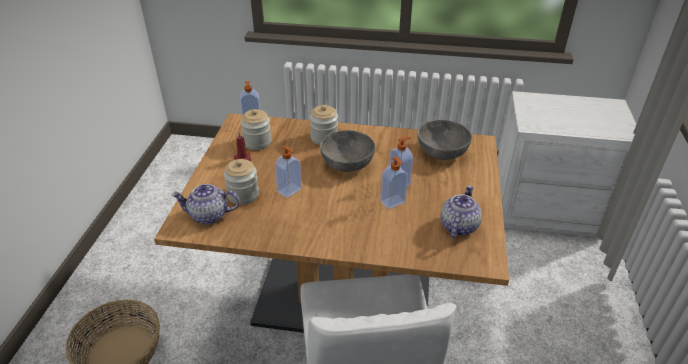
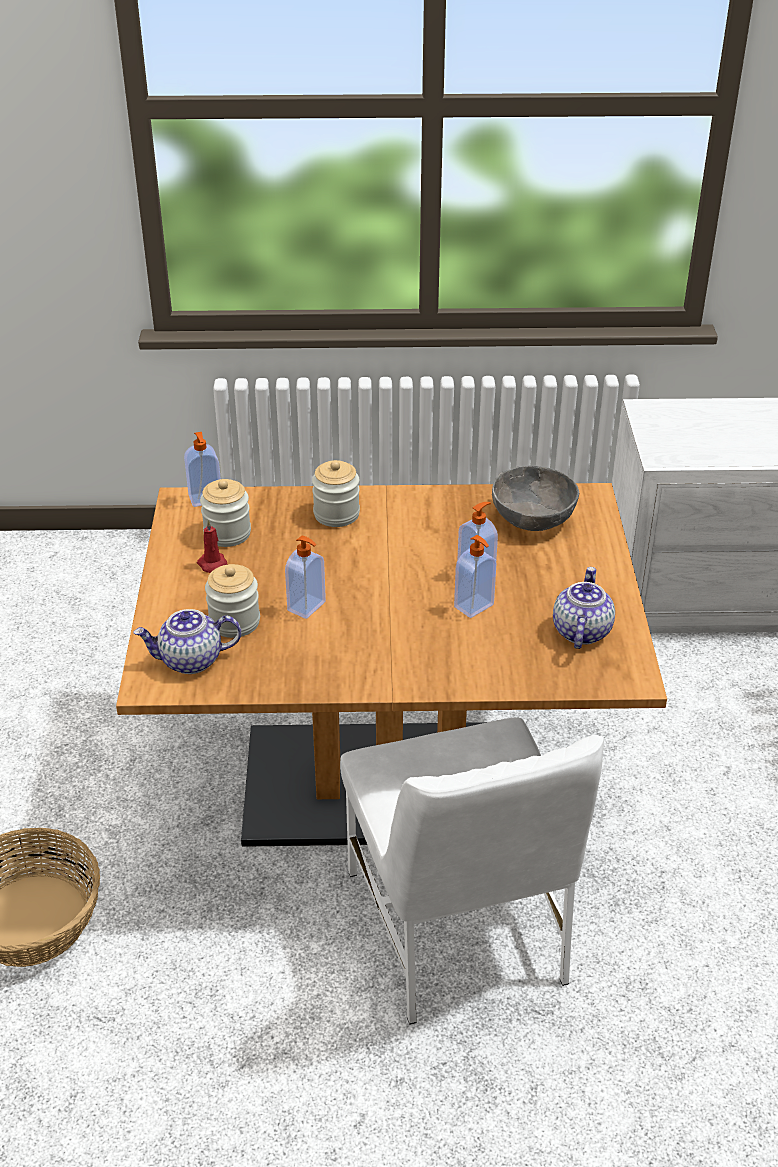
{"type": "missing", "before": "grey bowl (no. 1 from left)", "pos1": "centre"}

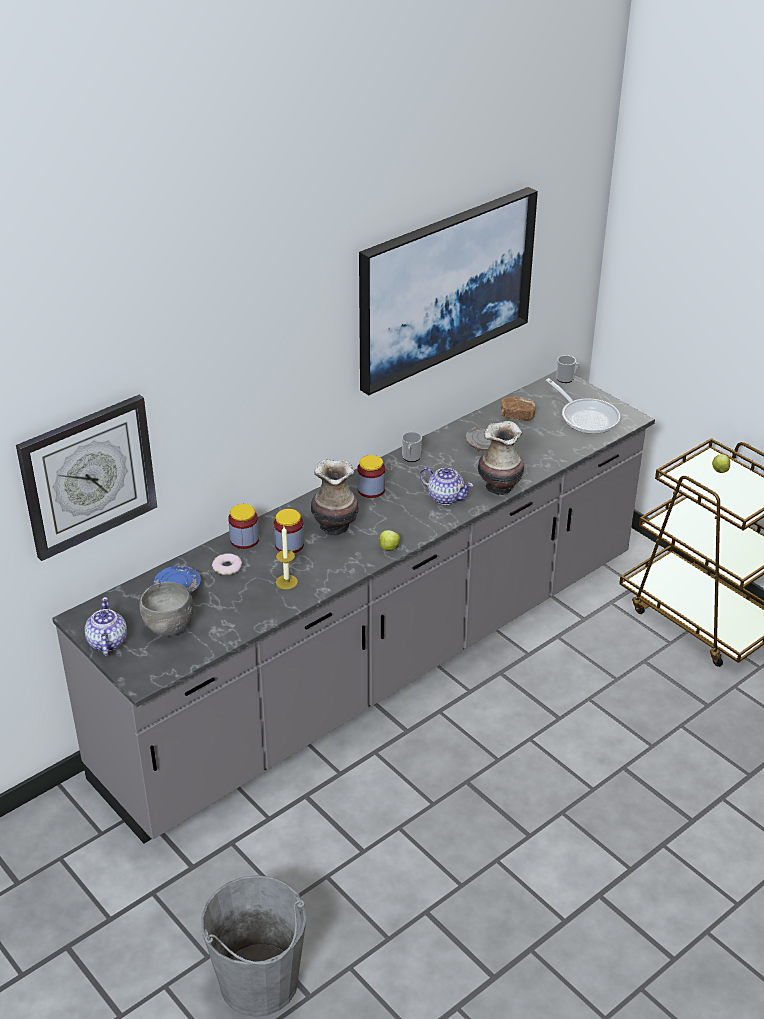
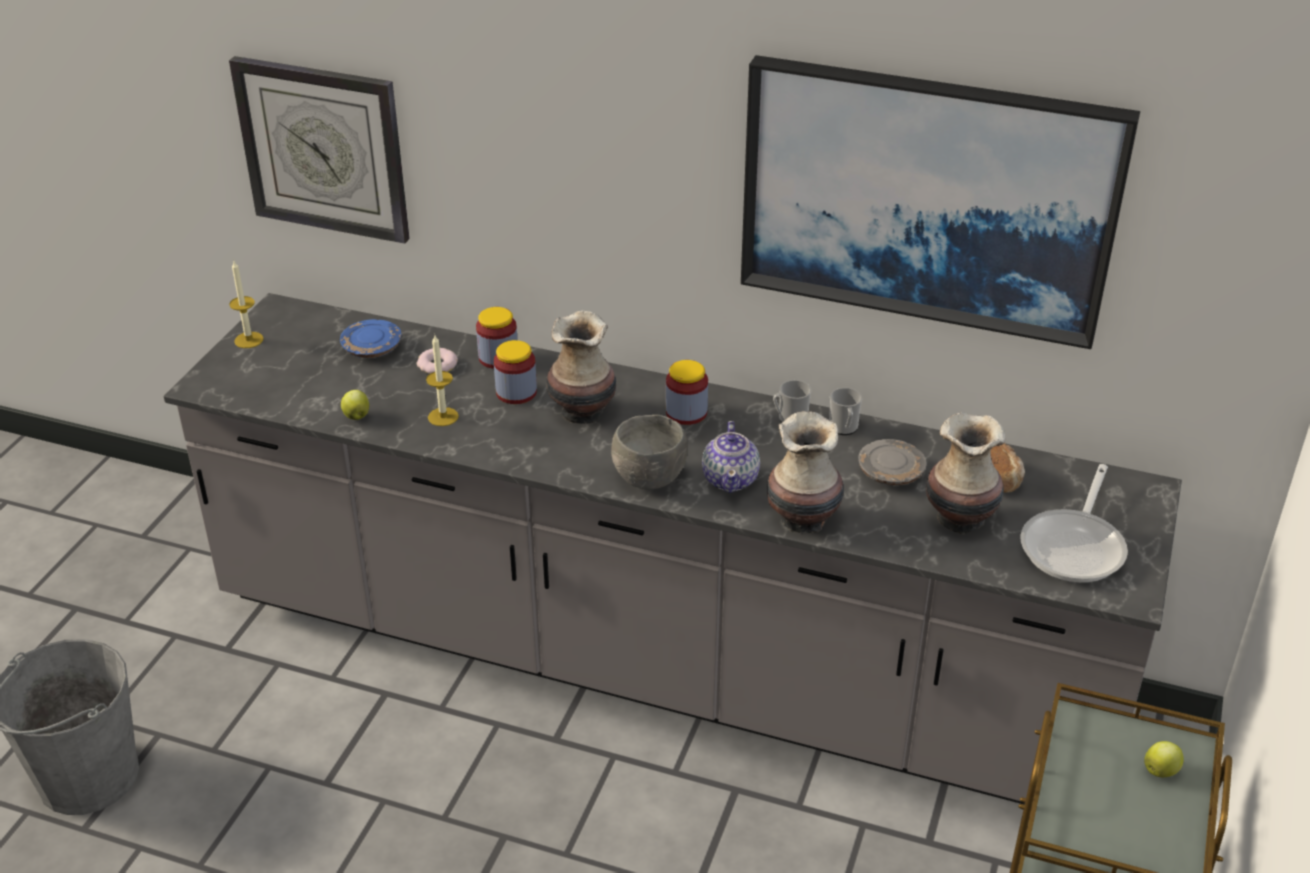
{"type": "exchanged", "before": "teapot (no. 1 from left)", "after": "candle (no. 1 from left)", "pos1": "middle left", "pos2": "middle left"}
{"type": "relocated", "before": "apple (no. 1 from left)", "pos1": "centre", "pos2": "middle left"}
{"type": "relocated", "before": "grey bowl", "pos1": "middle left", "pos2": "centre"}
{"type": "relocated", "before": "mug (no. 2 from left)", "pos1": "middle right", "pos2": "centre"}
{"type": "appeared", "after": "vase (no. 3 from left)", "pos2": "middle right"}

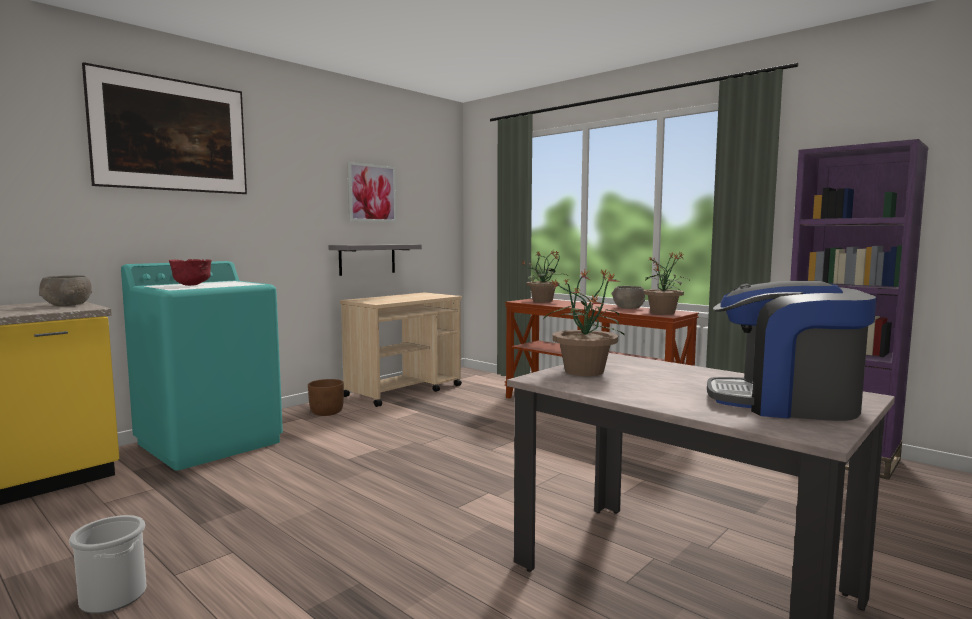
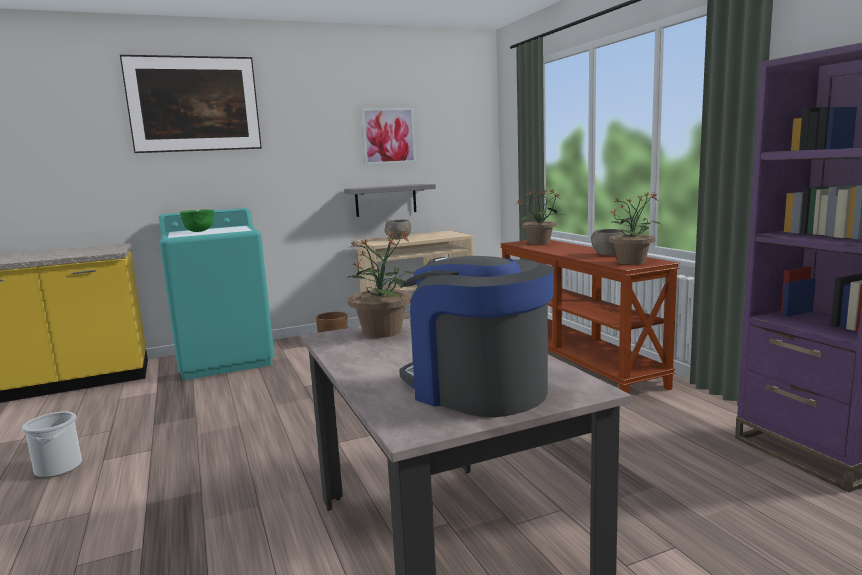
{"type": "colour", "before": "red bowl", "after": "green bowl", "pos1": "middle left", "pos2": "middle left"}
{"type": "relocated", "before": "grey bowl (no. 1 from left)", "pos1": "middle left", "pos2": "centre"}

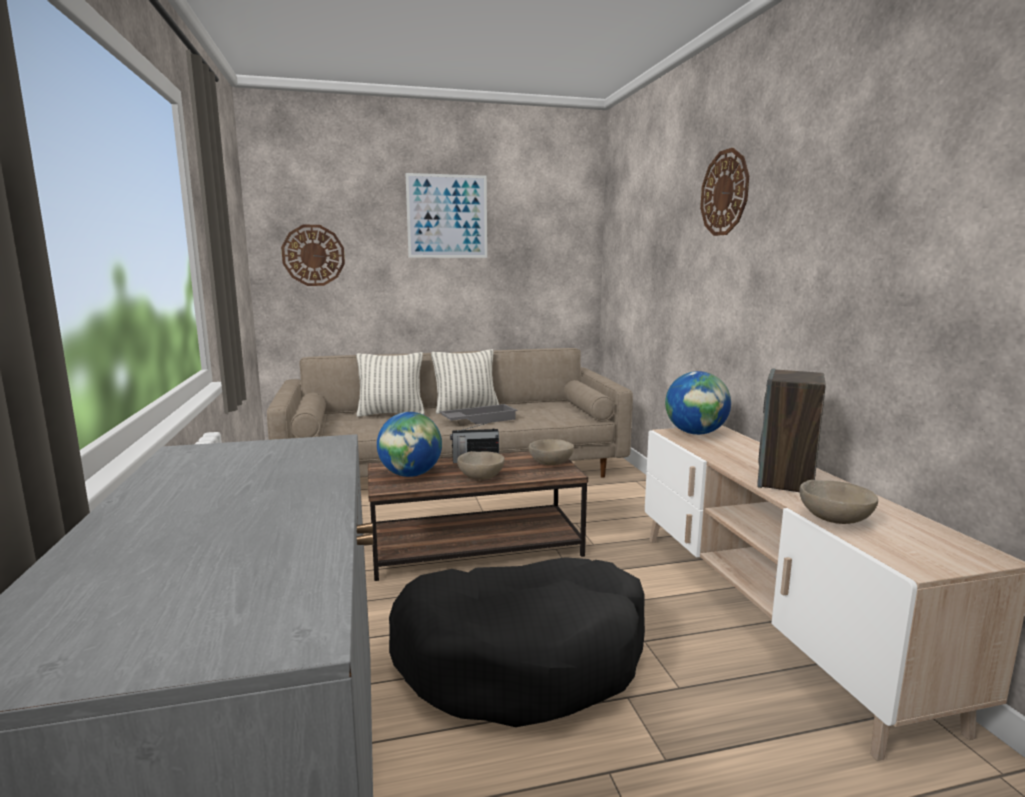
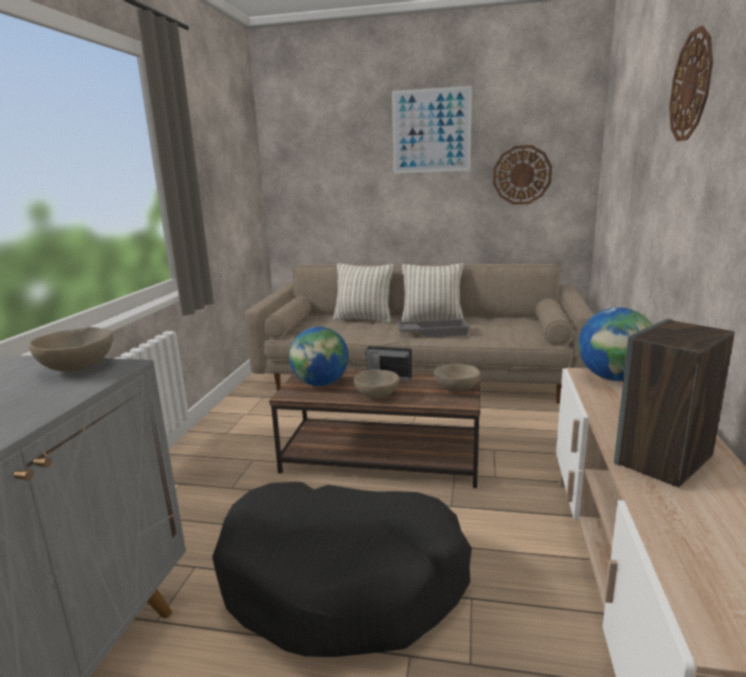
{"type": "relocated", "before": "beige bowl (no. 3 from left in the first image)", "after": "beige bowl (no. 1 from left)", "pos1": "middle right", "pos2": "middle left"}
{"type": "relocated", "before": "wall clock (no. 1 from left)", "pos1": "top left", "pos2": "top right"}

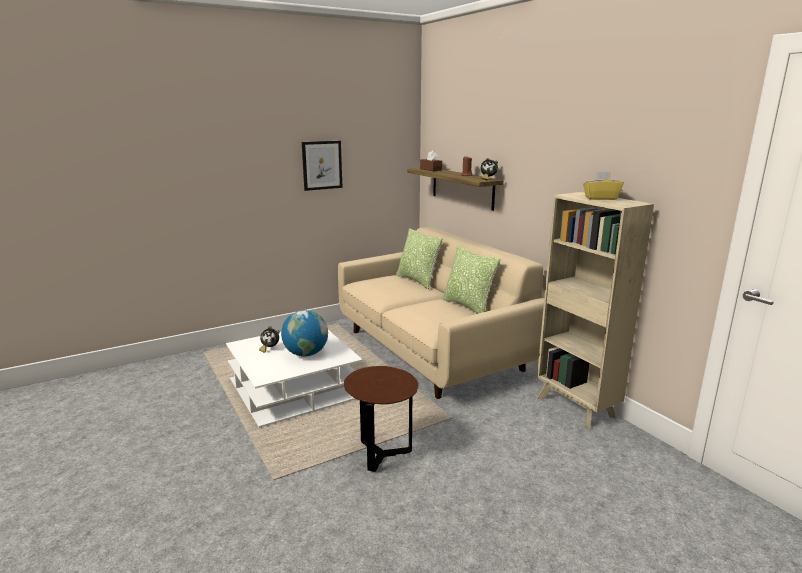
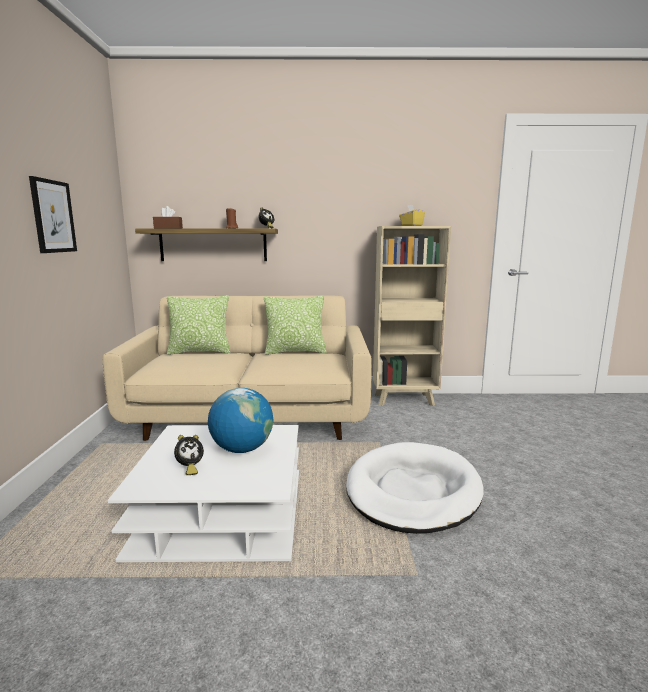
{"type": "exchanged", "before": "brown side table", "after": "white dog bed", "pos1": "bottom centre", "pos2": "bottom centre"}

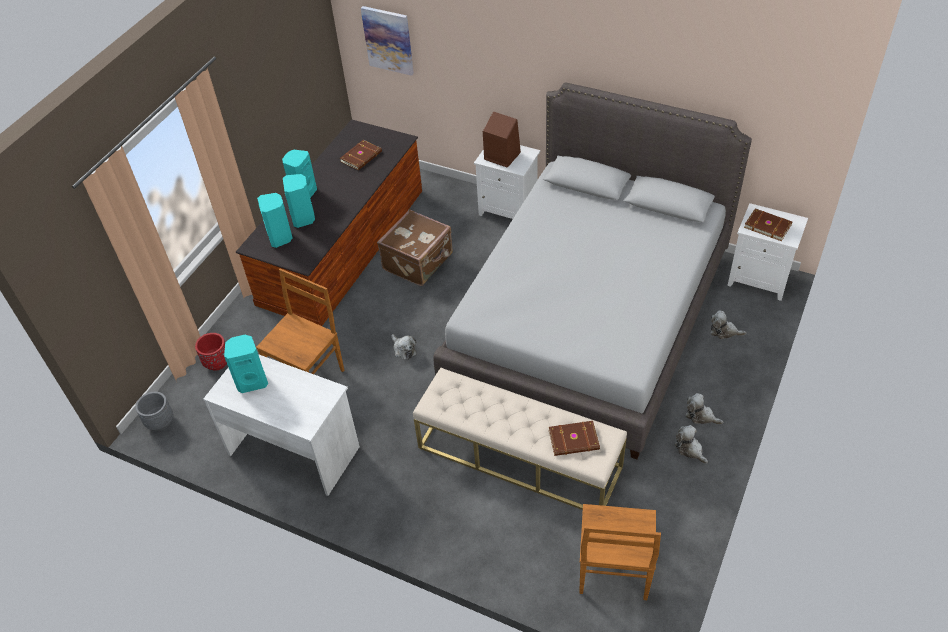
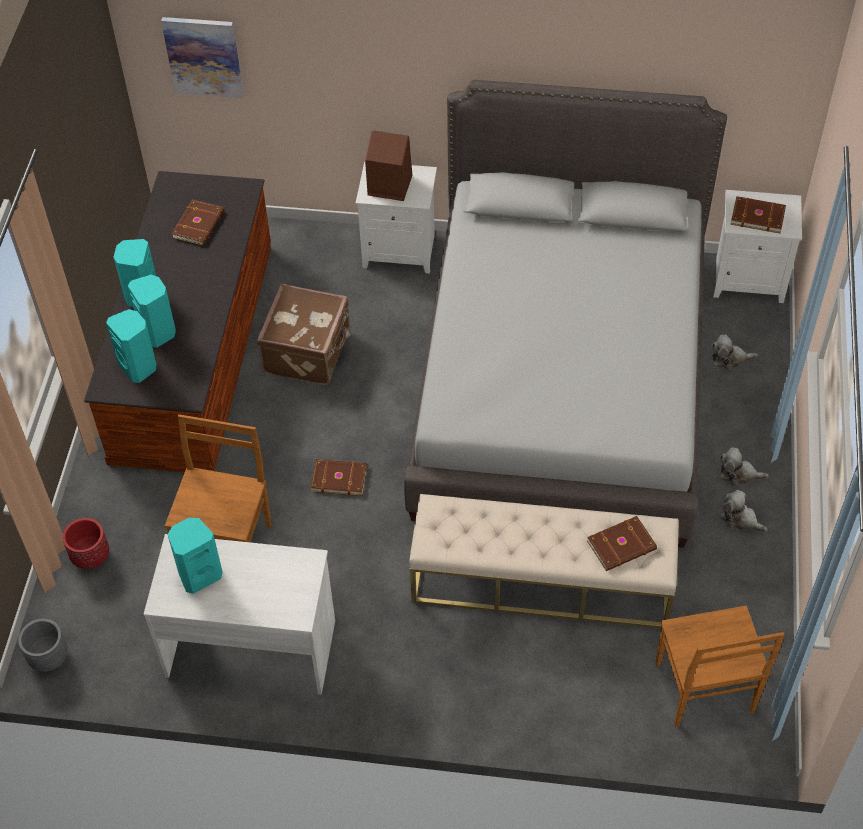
{"type": "exchanged", "before": "plush toy (no. 1 from left)", "after": "brown book (no. 2 from left)", "pos1": "centre", "pos2": "centre"}

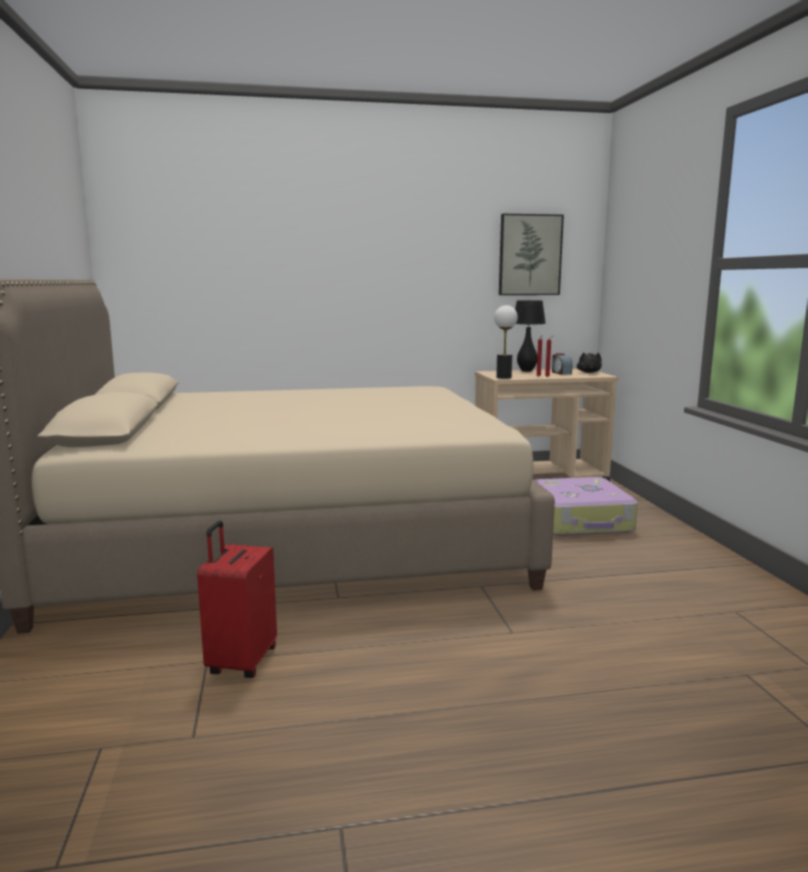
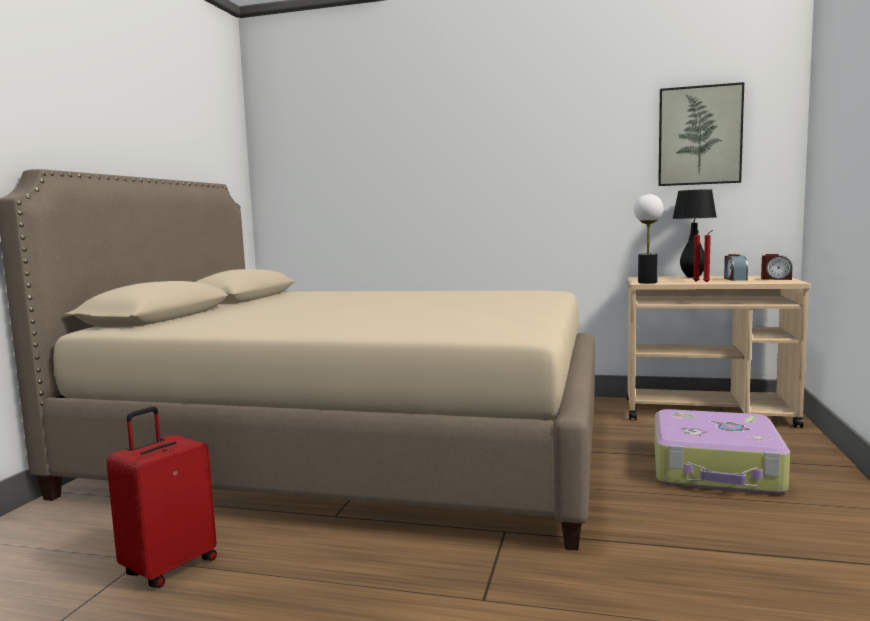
{"type": "exchanged", "before": "black plush toy", "after": "alarm clock (no. 2 from left)", "pos1": "middle right", "pos2": "middle right"}

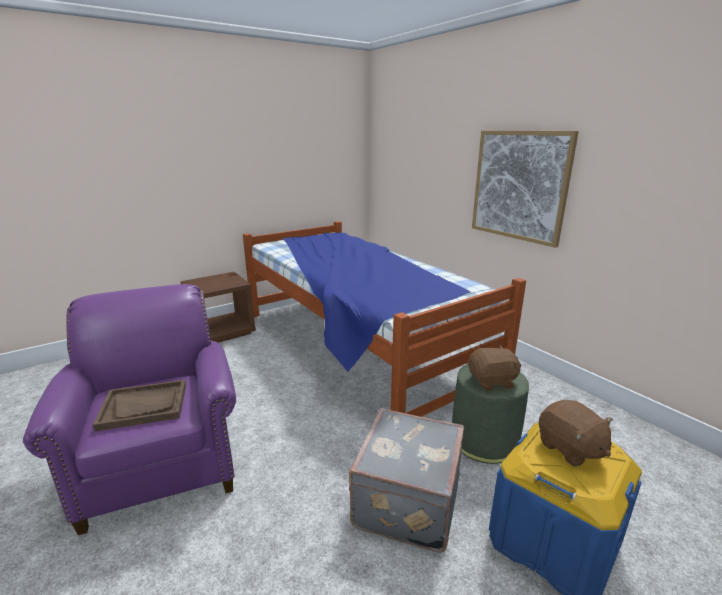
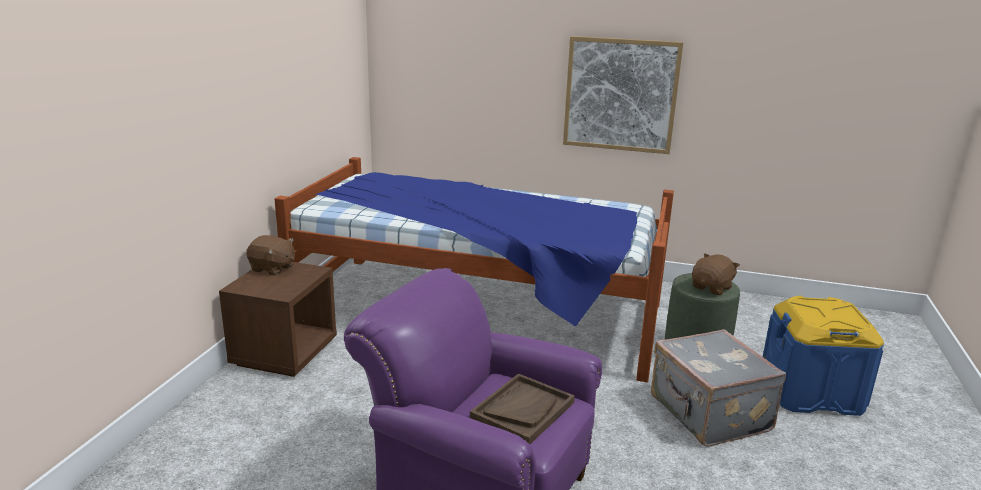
{"type": "relocated", "before": "brown plush toy (no. 2 from left in the first image)", "after": "brown plush toy (no. 1 from left)", "pos1": "bottom right", "pos2": "middle left"}

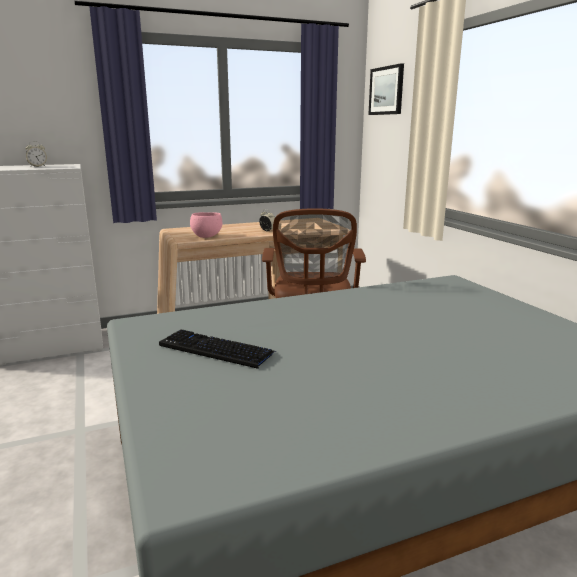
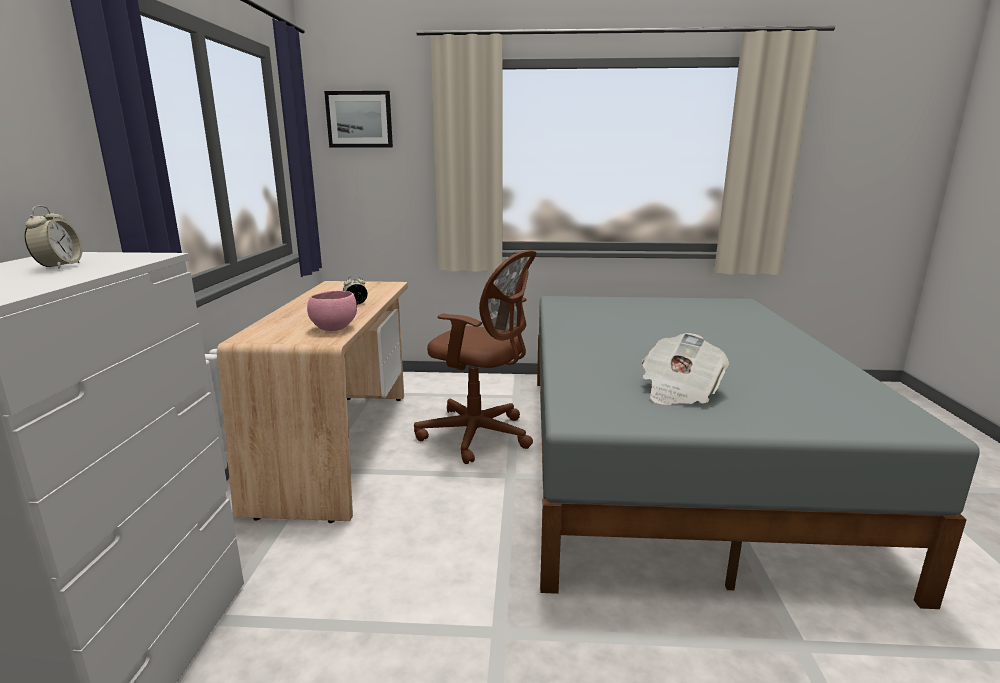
{"type": "exchanged", "before": "keyboard", "after": "newspaper", "pos1": "centre", "pos2": "middle right"}

